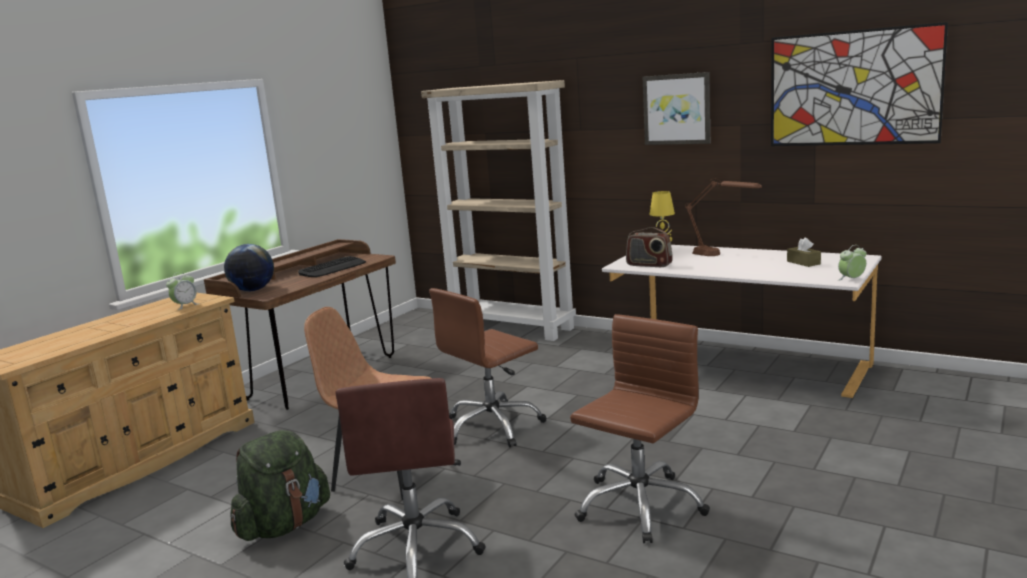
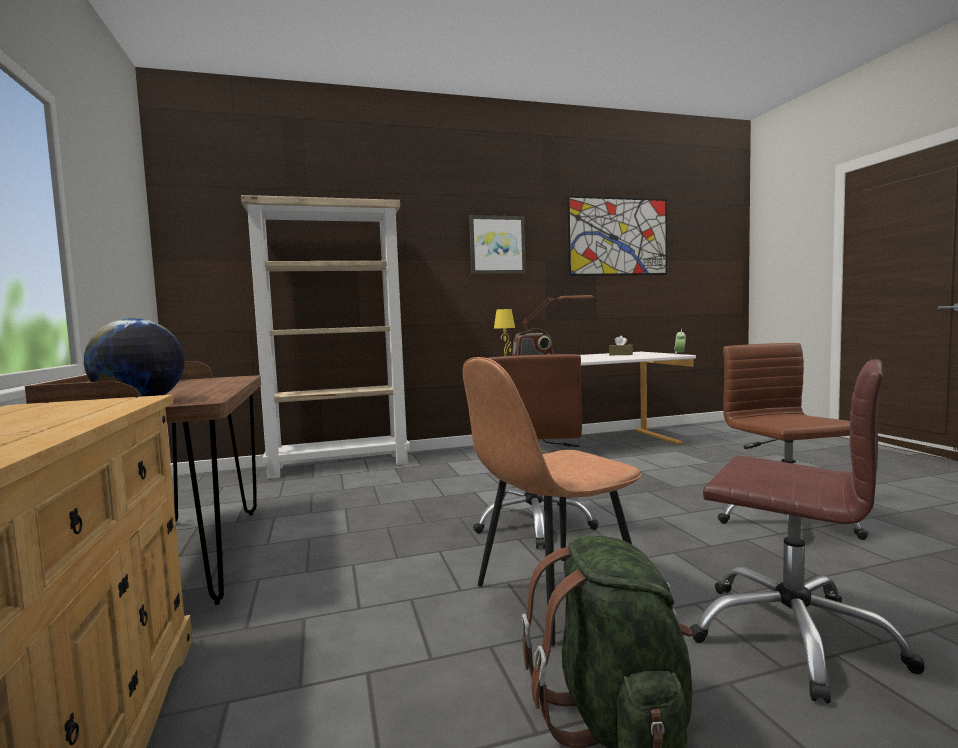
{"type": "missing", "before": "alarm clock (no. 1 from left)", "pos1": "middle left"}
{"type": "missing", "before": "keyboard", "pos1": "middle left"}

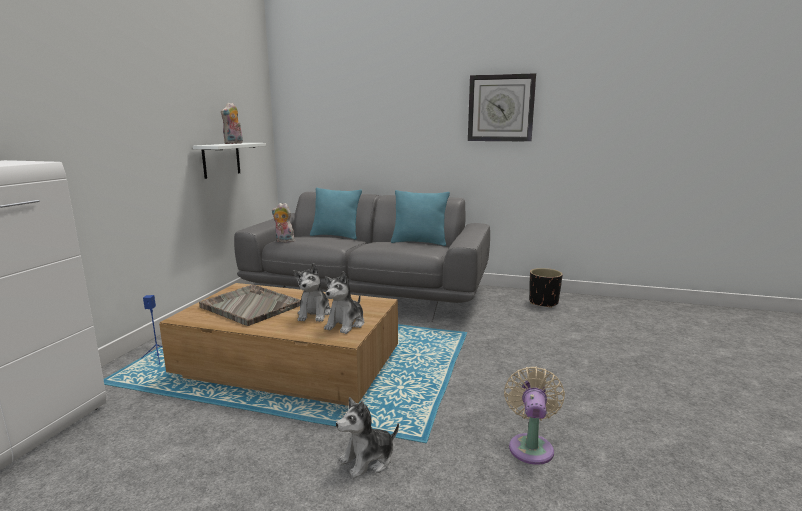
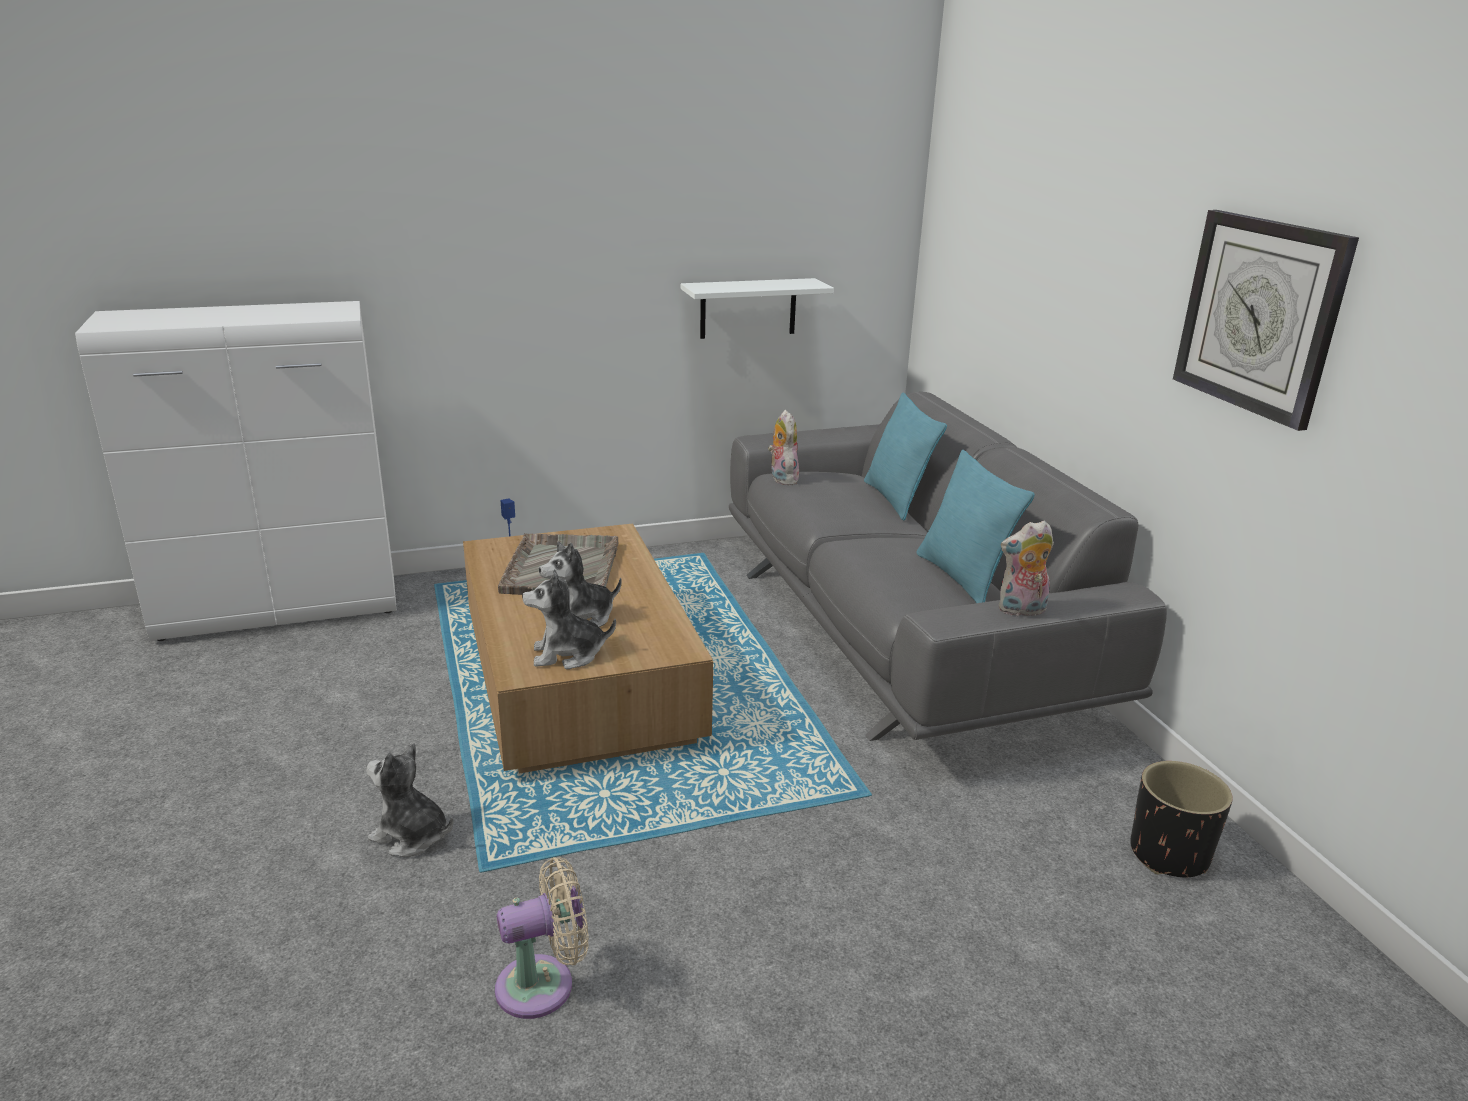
{"type": "relocated", "before": "plush toy (no. 1 from left in the first image)", "after": "plush toy (no. 5 from left)", "pos1": "top left", "pos2": "middle right"}

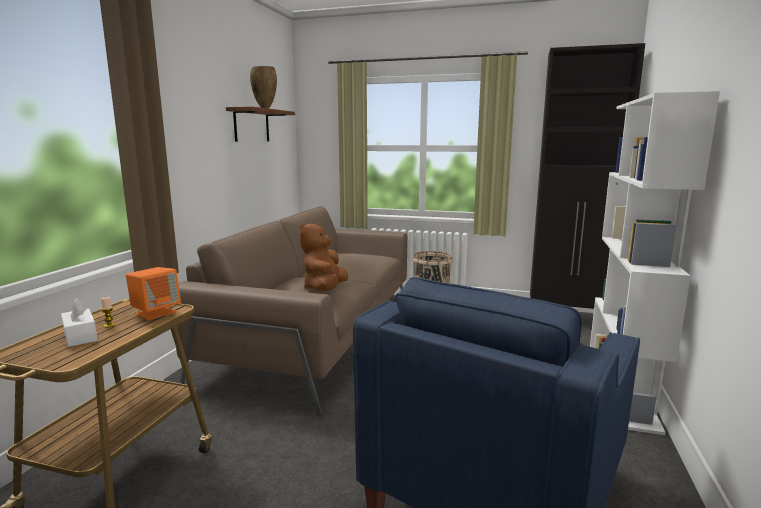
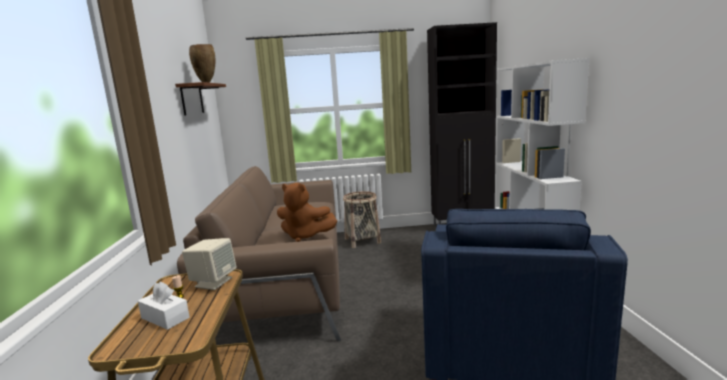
{"type": "colour", "before": "orange speaker", "after": "beige speaker", "pos1": "middle left", "pos2": "bottom left"}
{"type": "spun", "before": "brown plush toy", "pos1": "centre", "pos2": "centre", "turn": -60}

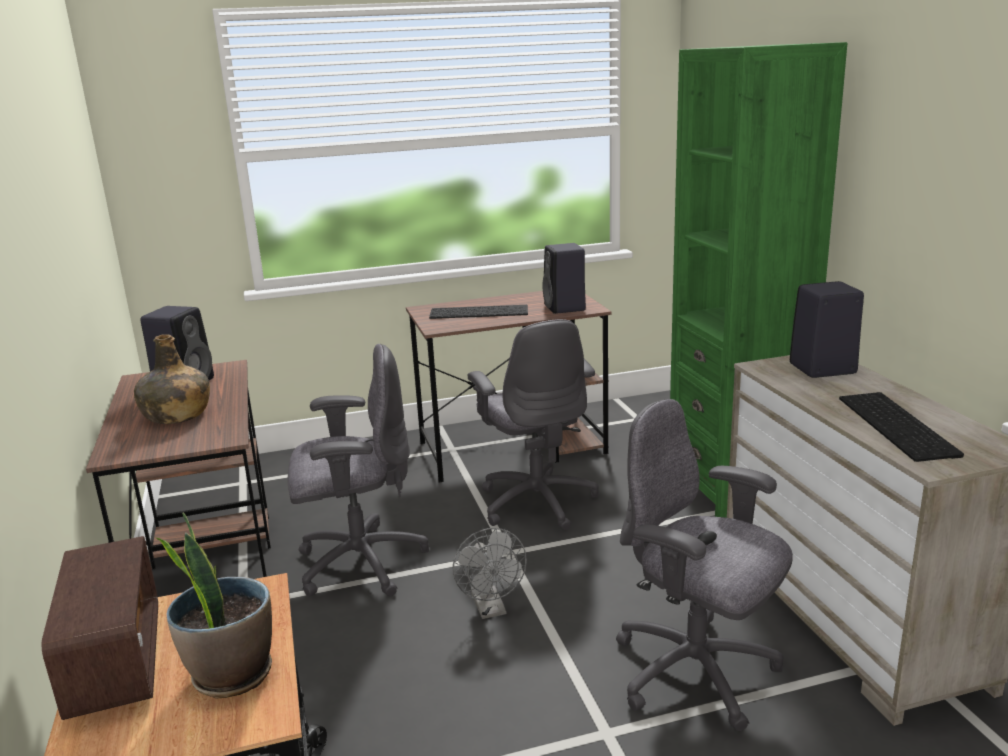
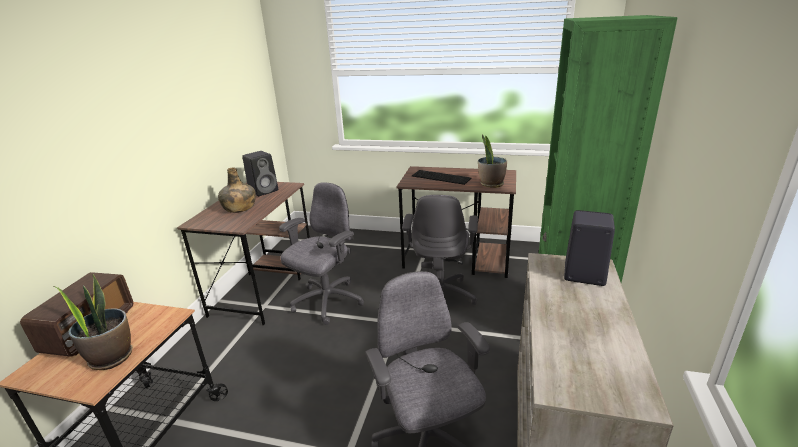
{"type": "spun", "before": "grey office chair (no. 1 from left)", "pos1": "centre", "pos2": "centre", "turn": -75}
{"type": "exchanged", "before": "black speaker (no. 2 from left)", "after": "potted plant (no. 2 from left)", "pos1": "centre", "pos2": "centre"}
{"type": "missing", "before": "grey fan", "pos1": "bottom centre"}
{"type": "missing", "before": "keyboard (no. 2 from left)", "pos1": "middle right"}

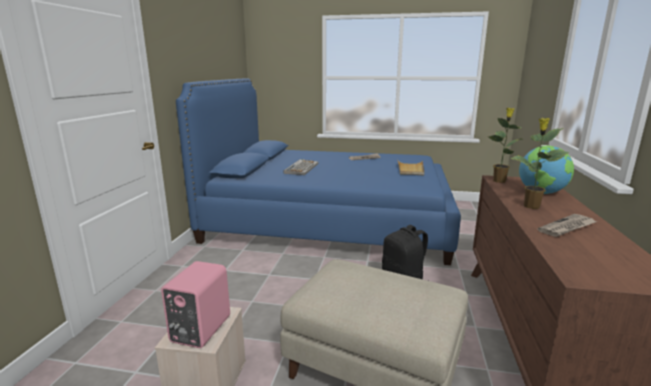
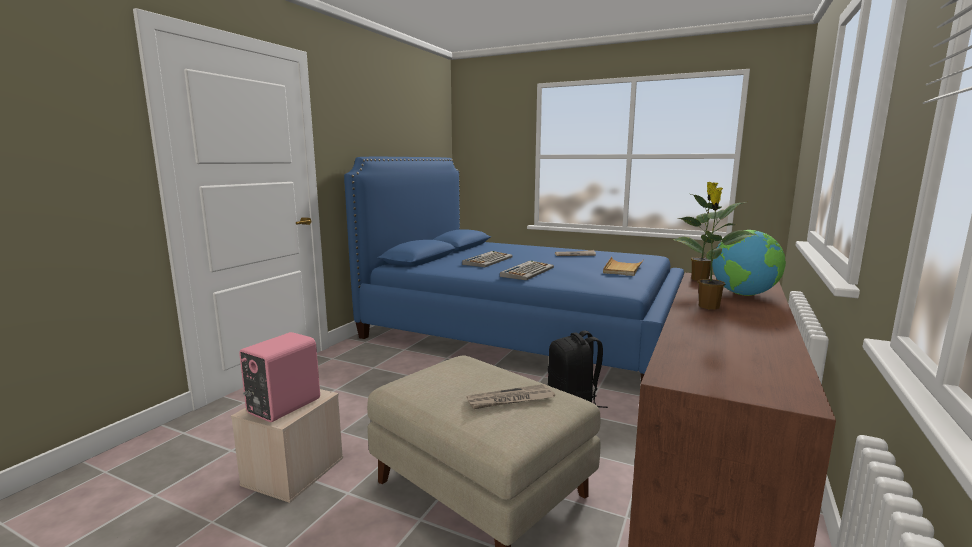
{"type": "relocated", "before": "newspaper (no. 2 from left in the first image)", "after": "newspaper (no. 1 from left)", "pos1": "middle right", "pos2": "bottom centre"}
{"type": "appeared", "after": "keyboard (no. 2 from left)", "pos2": "centre"}

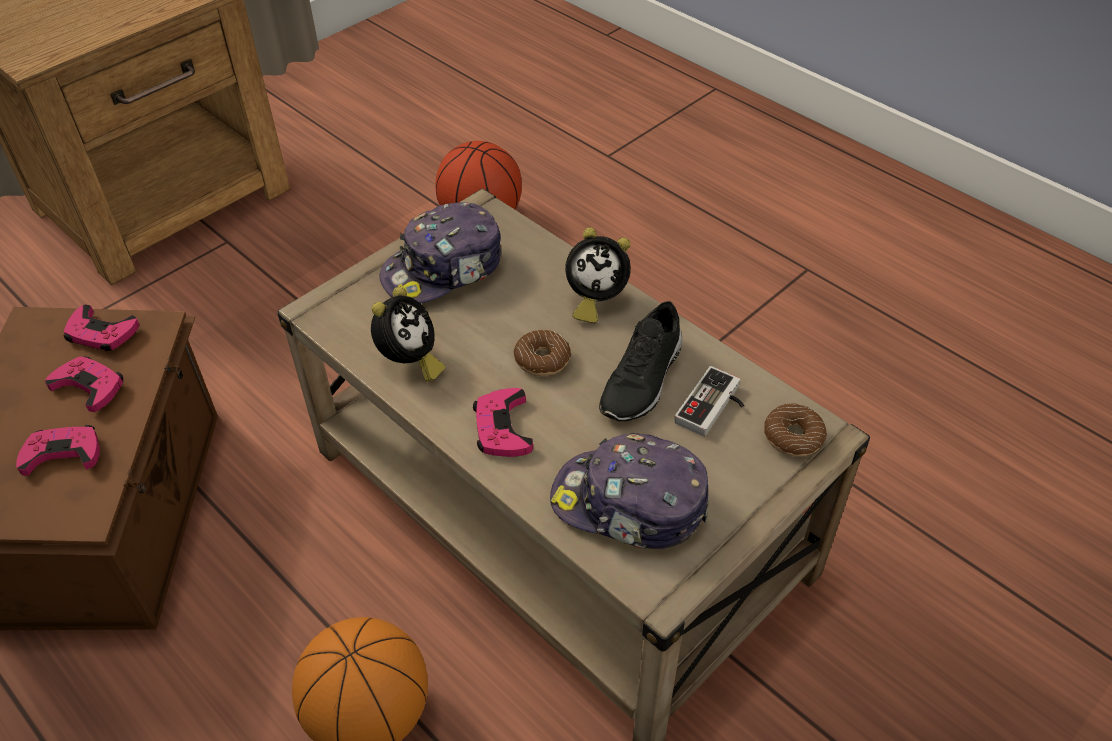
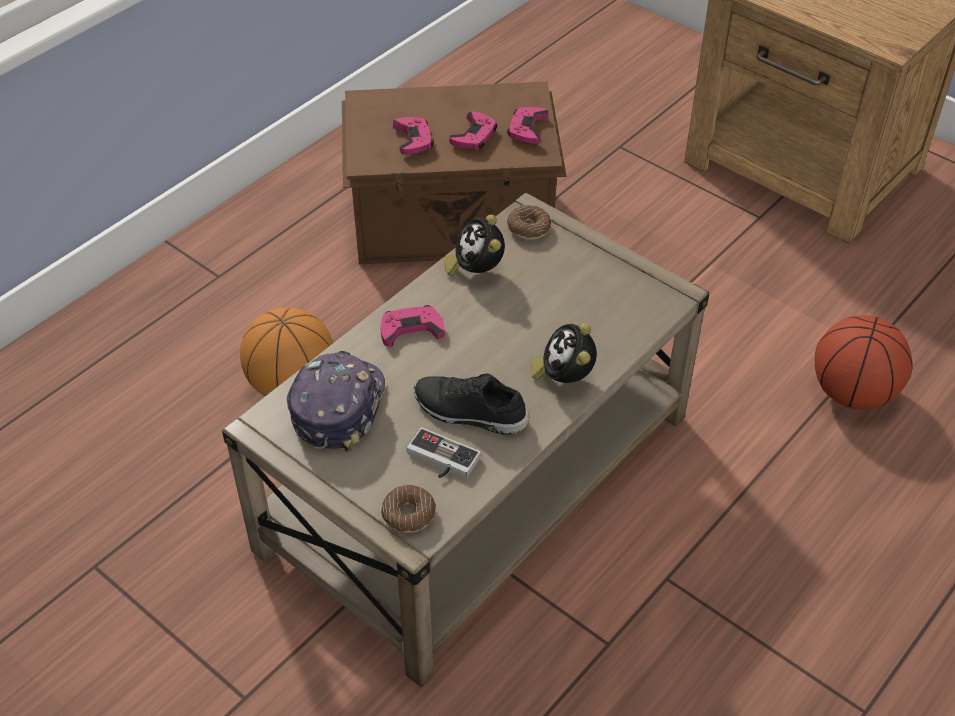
{"type": "spun", "before": "alarm clock (no. 1 from left)", "pos1": "centre", "pos2": "centre", "turn": 60}
{"type": "relocated", "before": "donut (no. 1 from left in the first image)", "after": "donut (no. 2 from left)", "pos1": "centre", "pos2": "top centre"}
{"type": "missing", "before": "cap (no. 1 from left)", "pos1": "centre"}

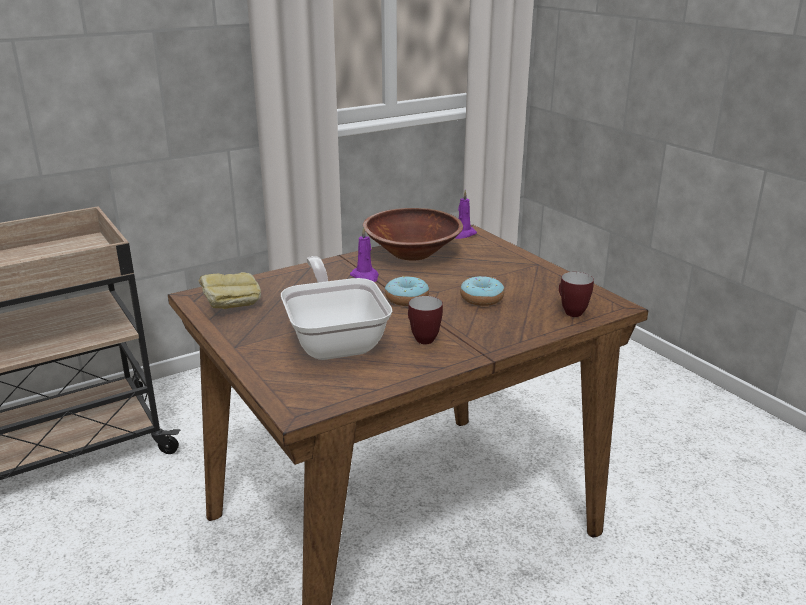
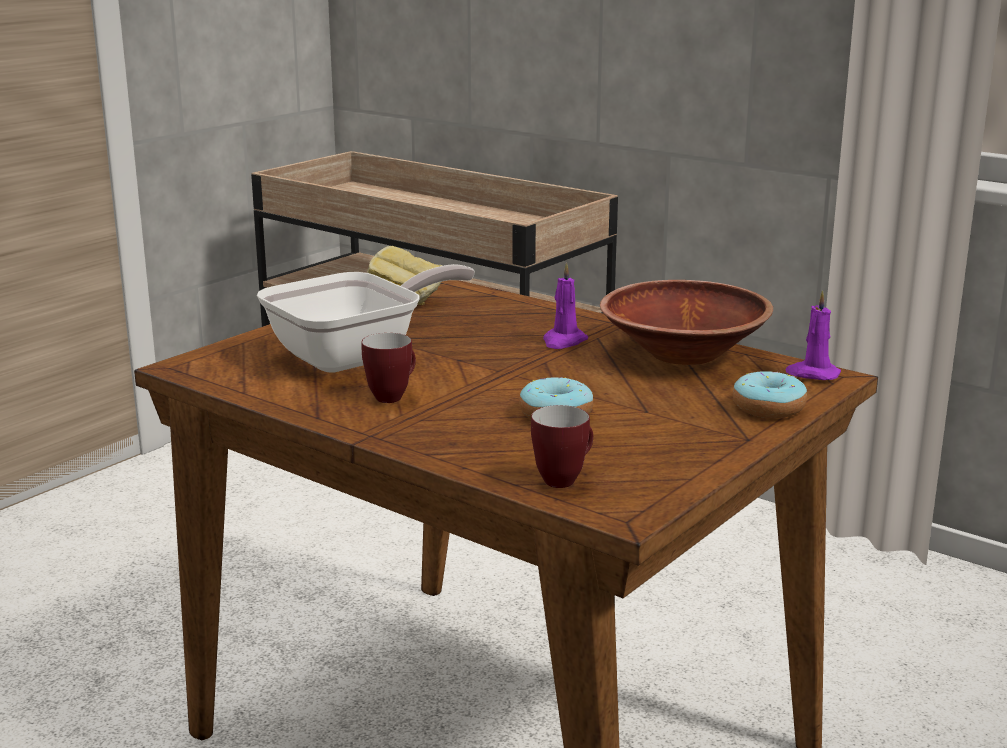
{"type": "relocated", "before": "donut (no. 1 from left in the first image)", "after": "donut (no. 2 from left)", "pos1": "centre", "pos2": "middle right"}

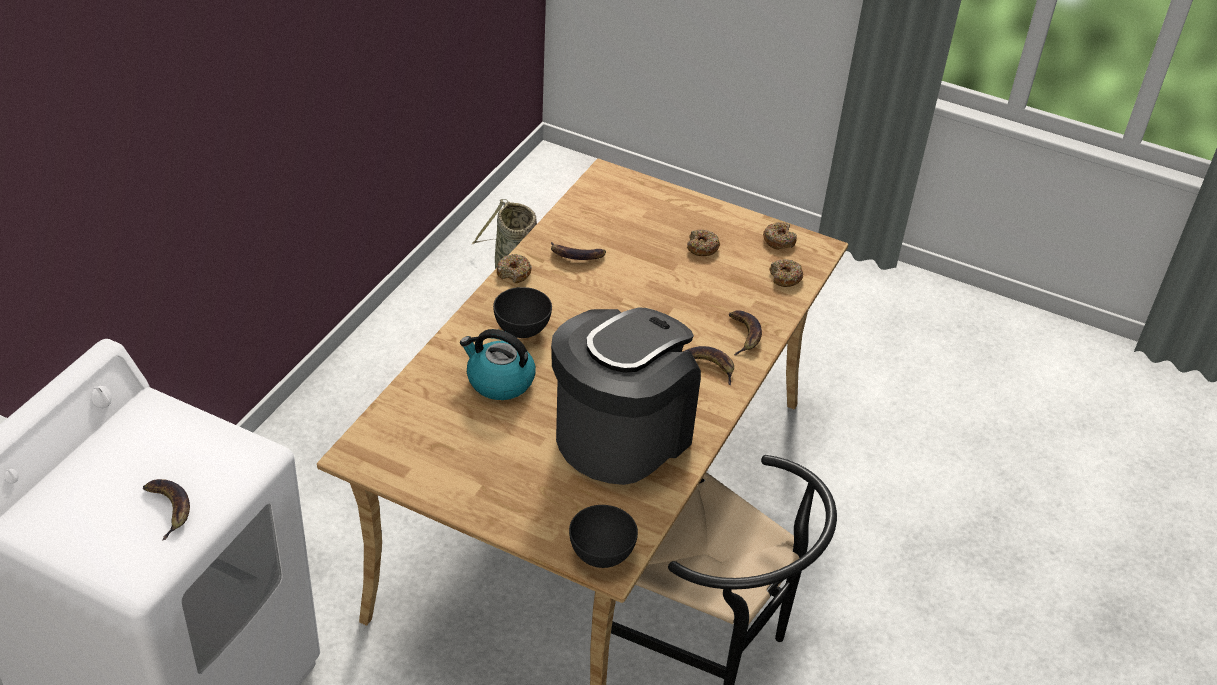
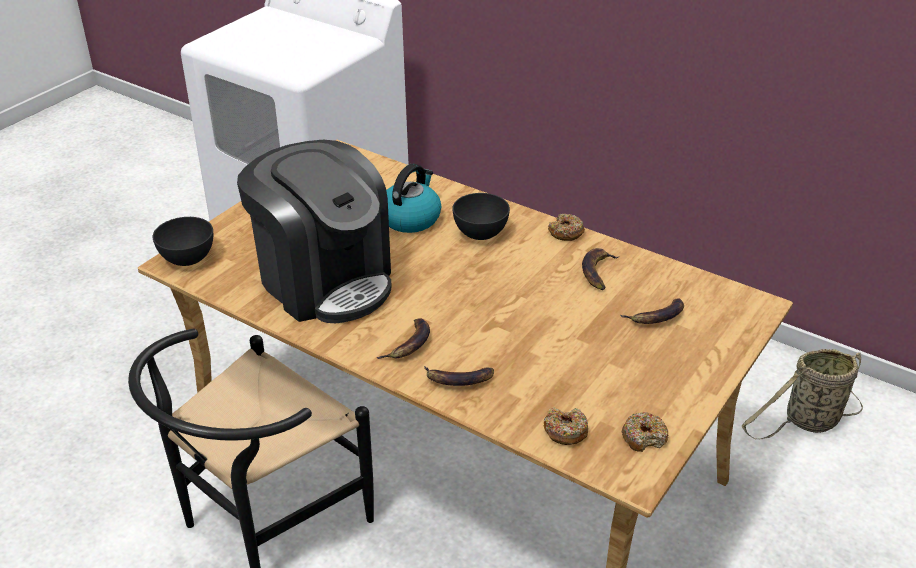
{"type": "relocated", "before": "banana (no. 1 from left in the first image)", "after": "banana (no. 4 from left)", "pos1": "bottom left", "pos2": "middle right"}
{"type": "missing", "before": "donut (no. 2 from left)", "pos1": "centre"}

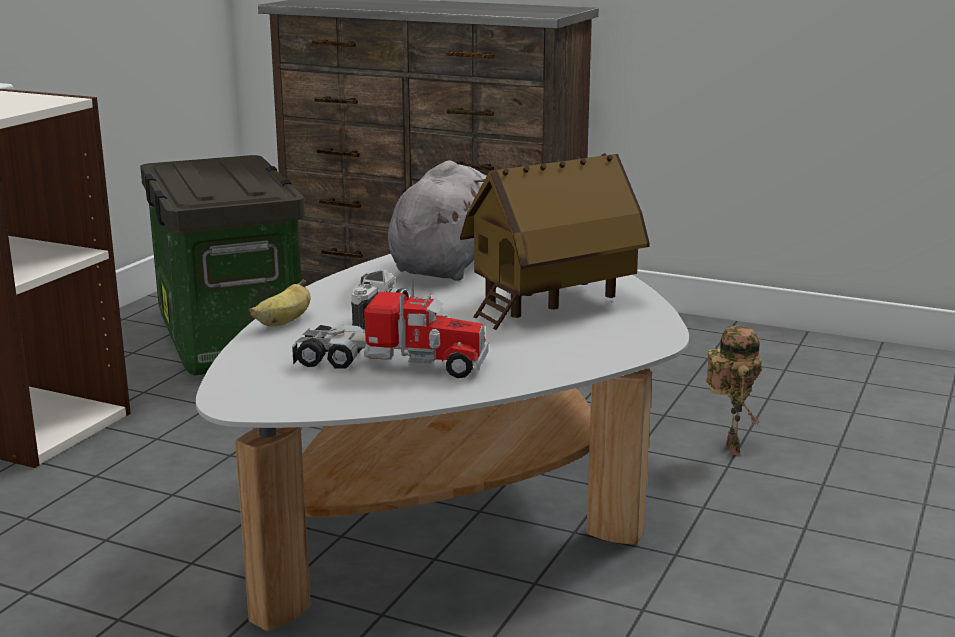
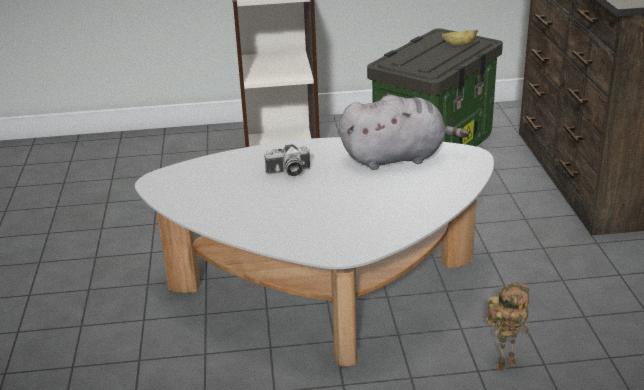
{"type": "relocated", "before": "banana", "pos1": "middle left", "pos2": "top right"}
{"type": "missing", "before": "toy truck", "pos1": "centre"}
{"type": "missing", "before": "toy house", "pos1": "centre"}

